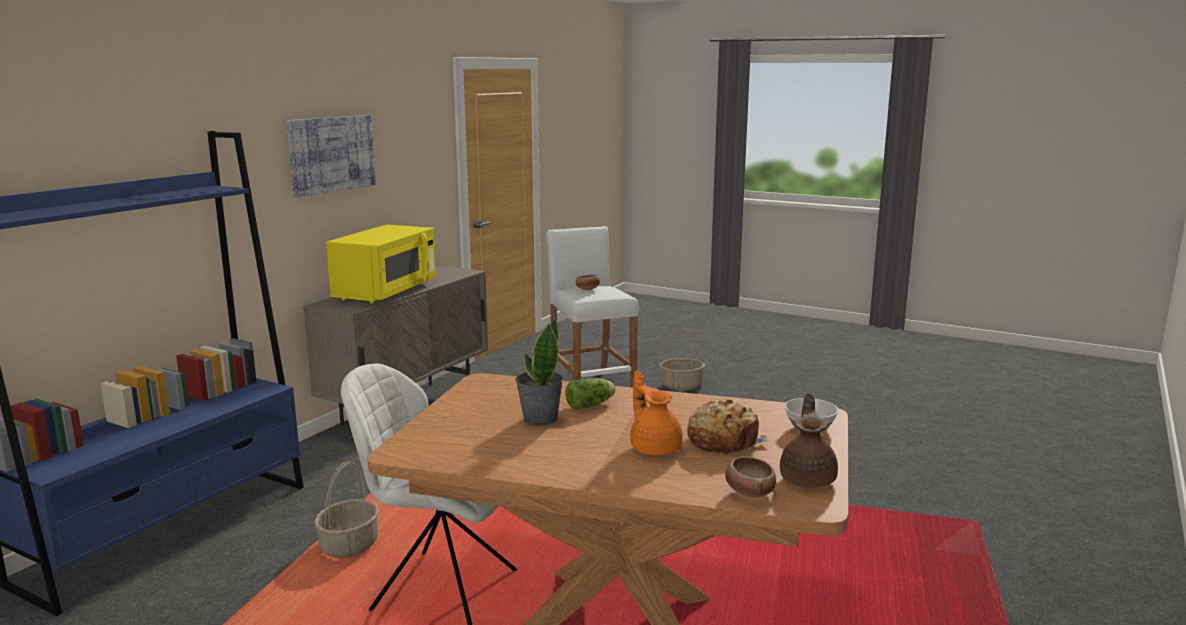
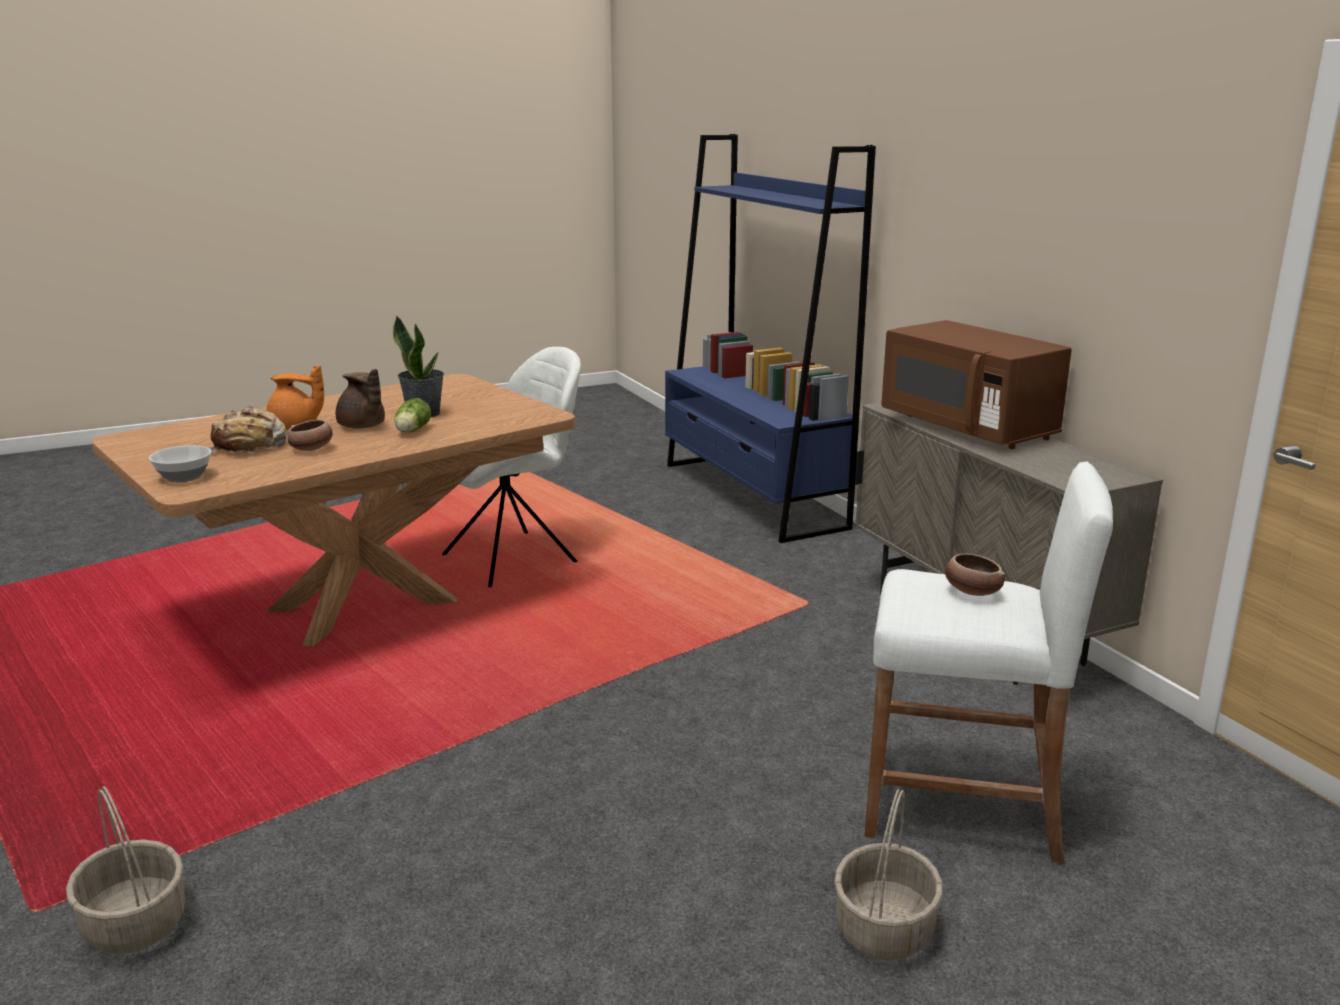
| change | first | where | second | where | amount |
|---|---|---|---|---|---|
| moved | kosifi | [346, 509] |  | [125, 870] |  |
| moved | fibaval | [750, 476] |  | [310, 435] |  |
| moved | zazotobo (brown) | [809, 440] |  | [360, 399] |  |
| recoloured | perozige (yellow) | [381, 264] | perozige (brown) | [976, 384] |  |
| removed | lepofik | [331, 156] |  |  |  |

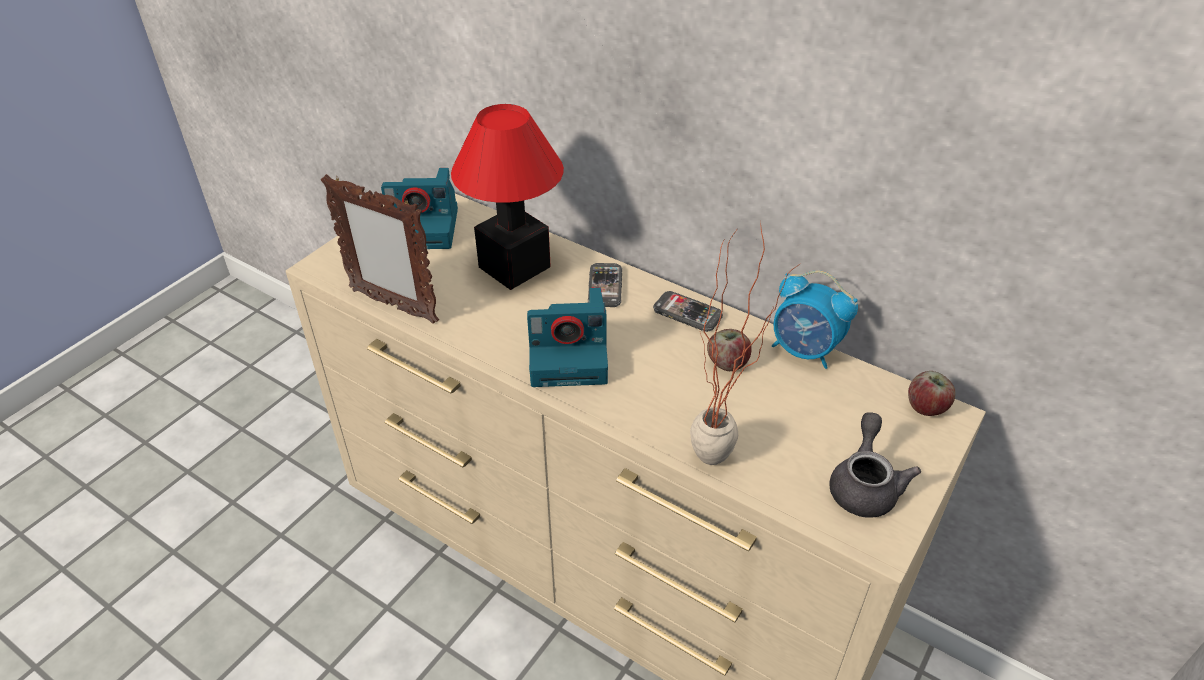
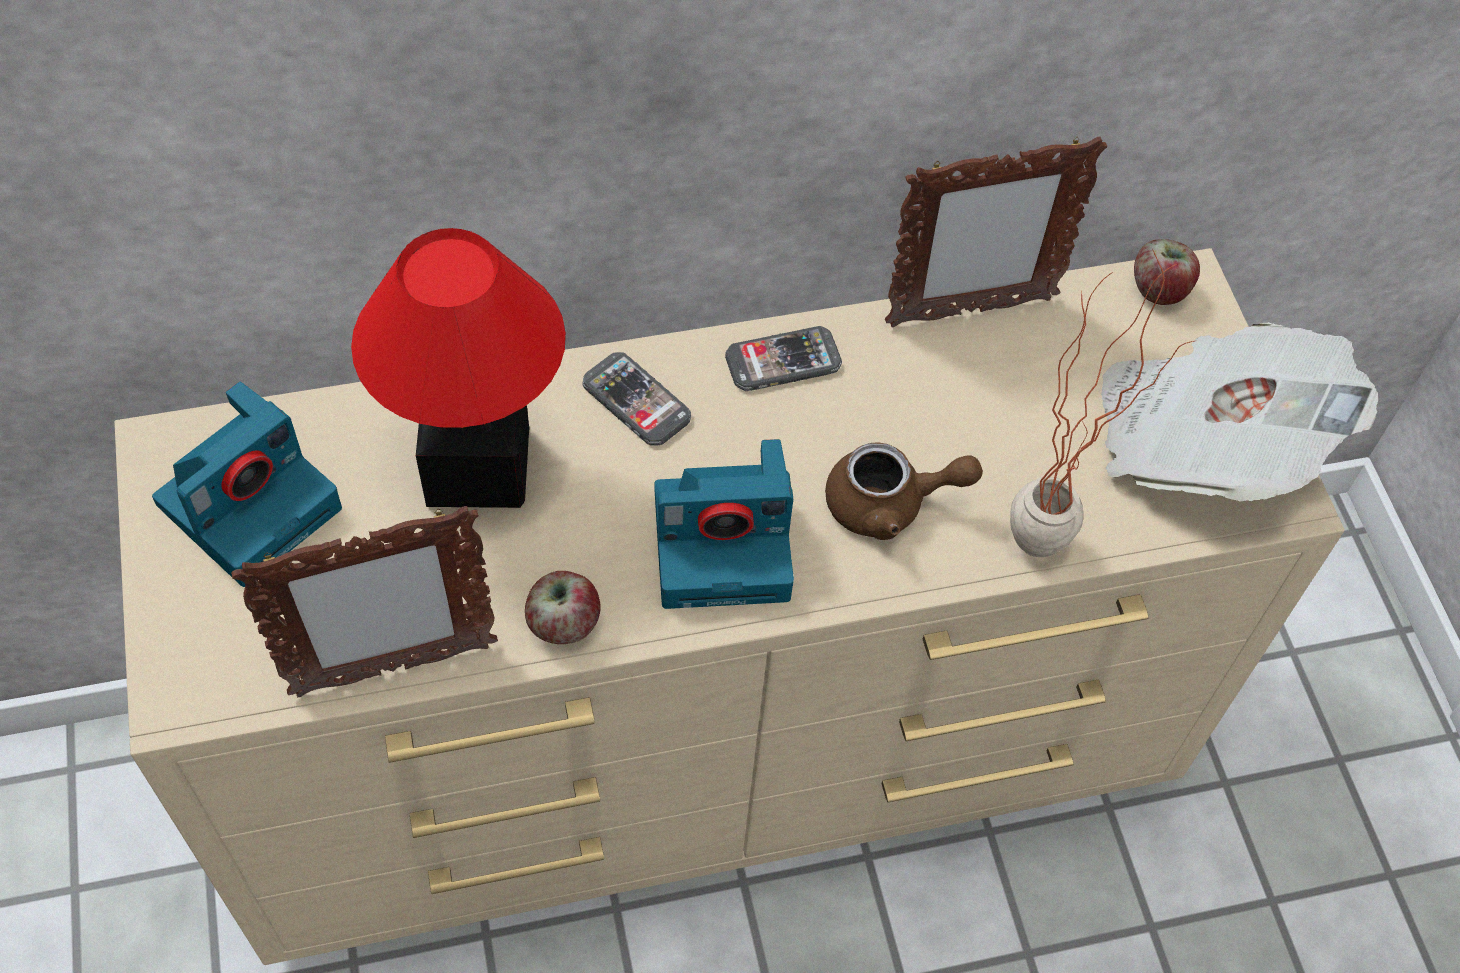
| change | first | where | second | where | amount |
|---|---|---|---|---|---|
| moved | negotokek | [729, 350] |  | [563, 607] |  |
| turned | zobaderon | [567, 337] |  | [724, 524] | 45 degrees clockwise |
| added |  |  | zazotobo (brown) | [904, 491] |  |
| replaced | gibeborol | [815, 319] | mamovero | [996, 232] |  |
| replaced | zazotobo (grey) | [875, 465] | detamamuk | [1239, 412] |  |

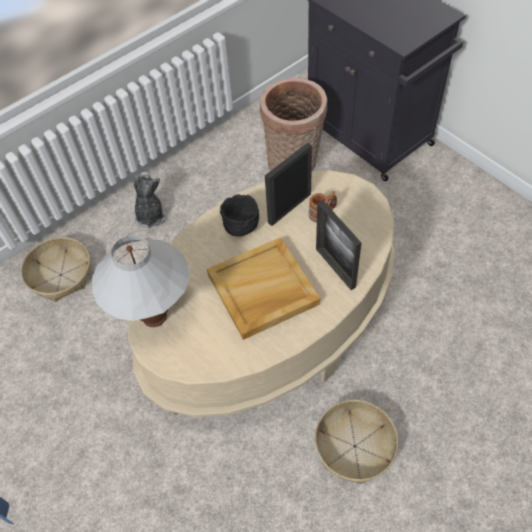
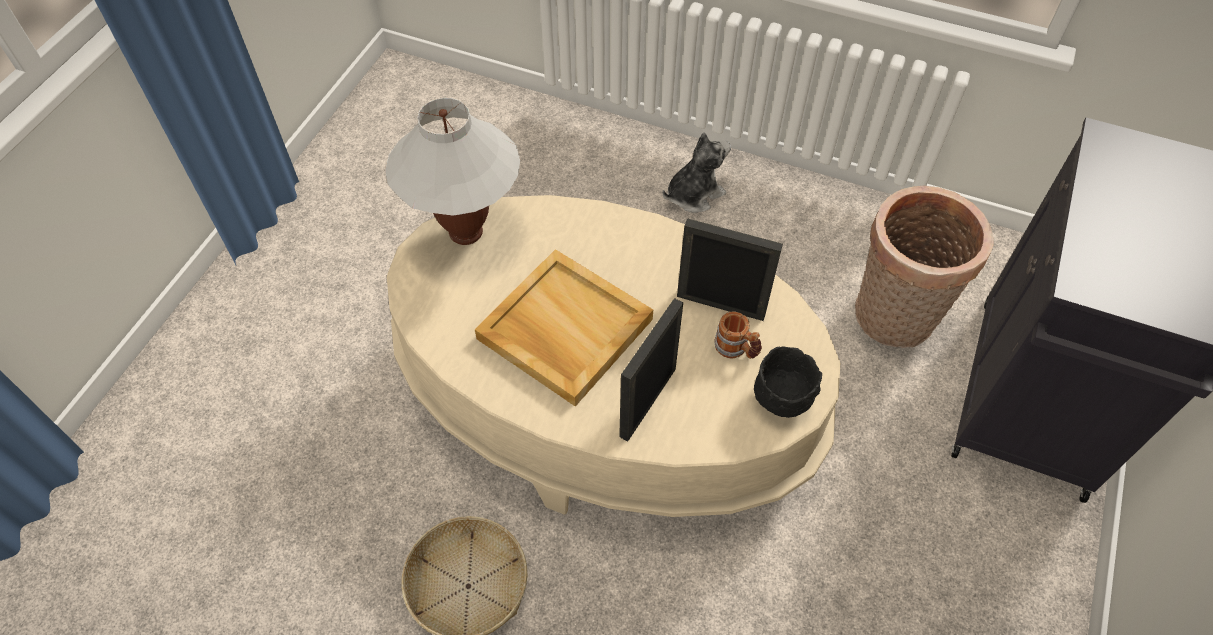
| change | first | where | second | where | amount |
|---|---|---|---|---|---|
| moved | fibaval (black) | [239, 215] |  | [788, 382] |  |
| removed | kosifi | [55, 269] |  |  |  |

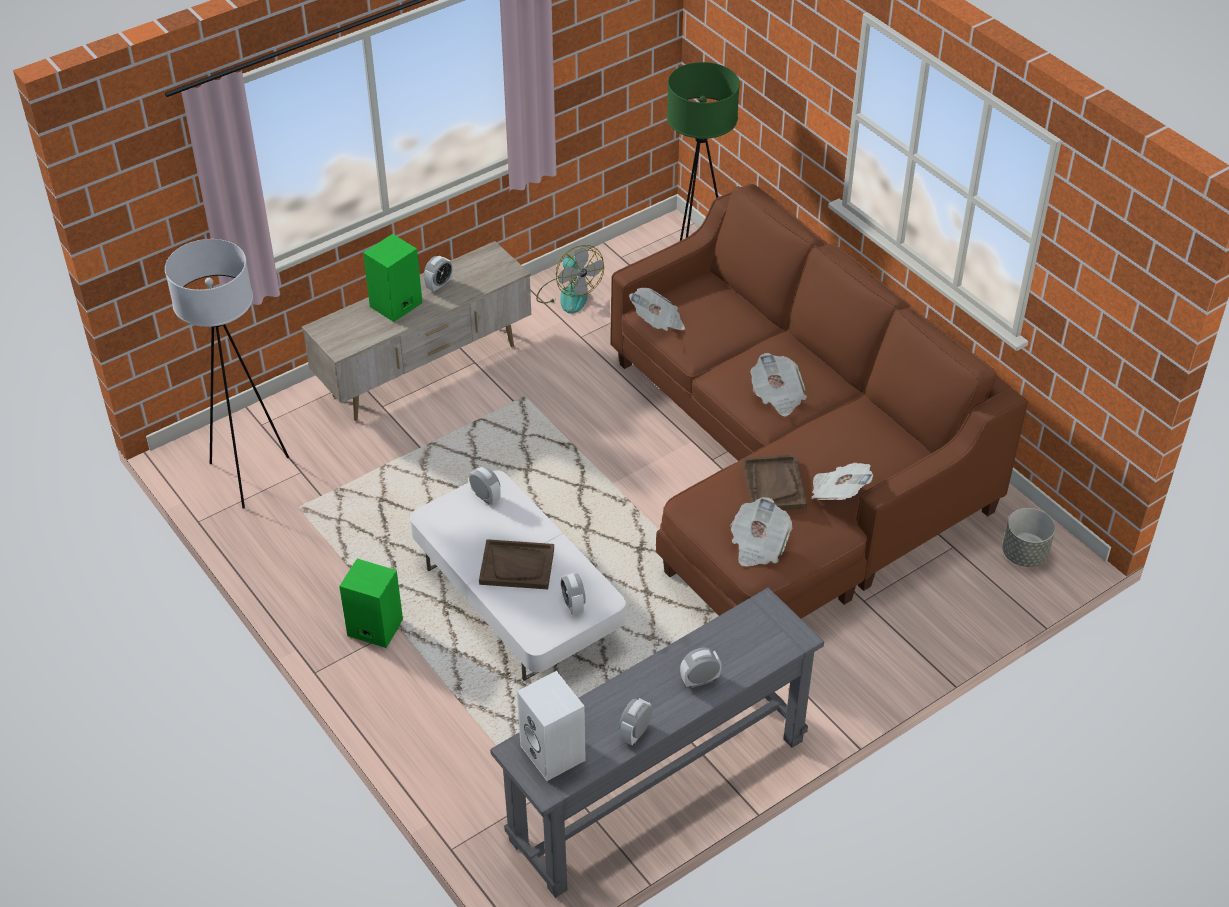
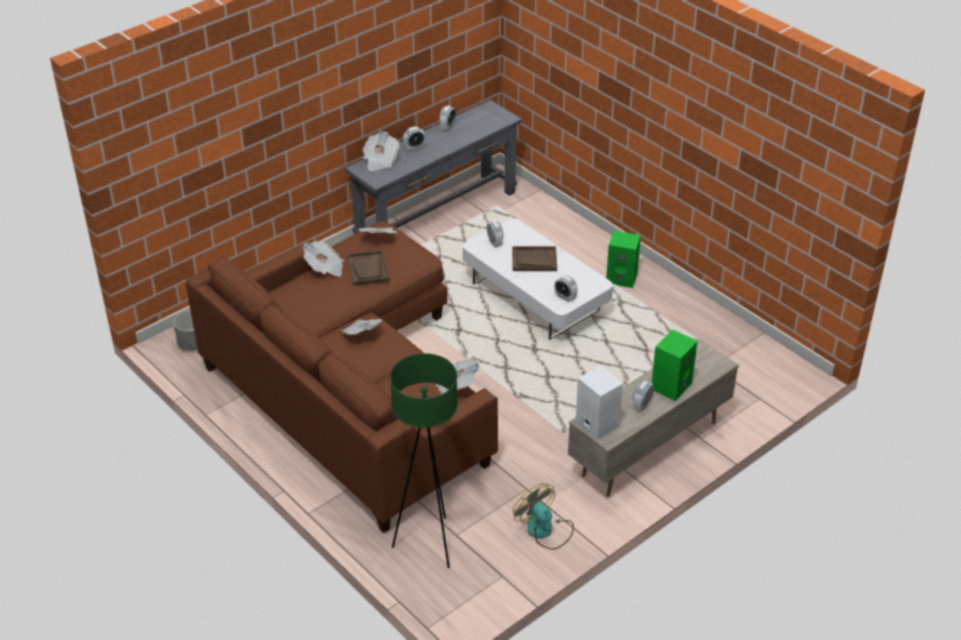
| change | first | where | second | where | amount |
|---|---|---|---|---|---|
| added |  |  | detamamuk | [381, 151] |  |
| moved | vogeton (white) | [551, 726] |  | [599, 402] |  |
| removed | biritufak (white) | [227, 374] |  |  |  |

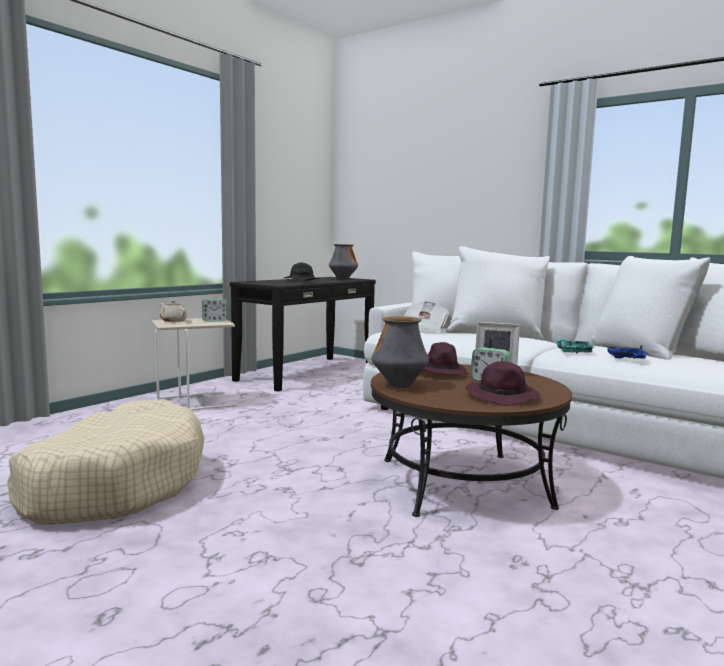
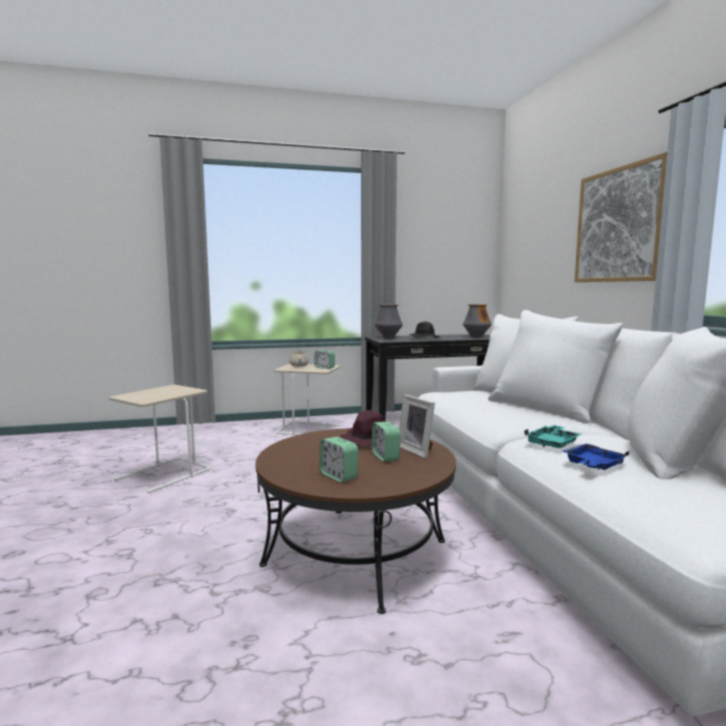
| change | first | where | second | where | amount |
|---|---|---|---|---|---|
| replaced | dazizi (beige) | [106, 462] | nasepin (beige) | [159, 439] |  |
| replaced | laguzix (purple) | [503, 384] | gibeborol | [338, 459] |  |
| moved | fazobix | [400, 352] |  | [389, 321] |  |
| added |  |  | lepofik | [621, 217] |  |
| removed | detamamuk | [426, 317] |  |  |  |

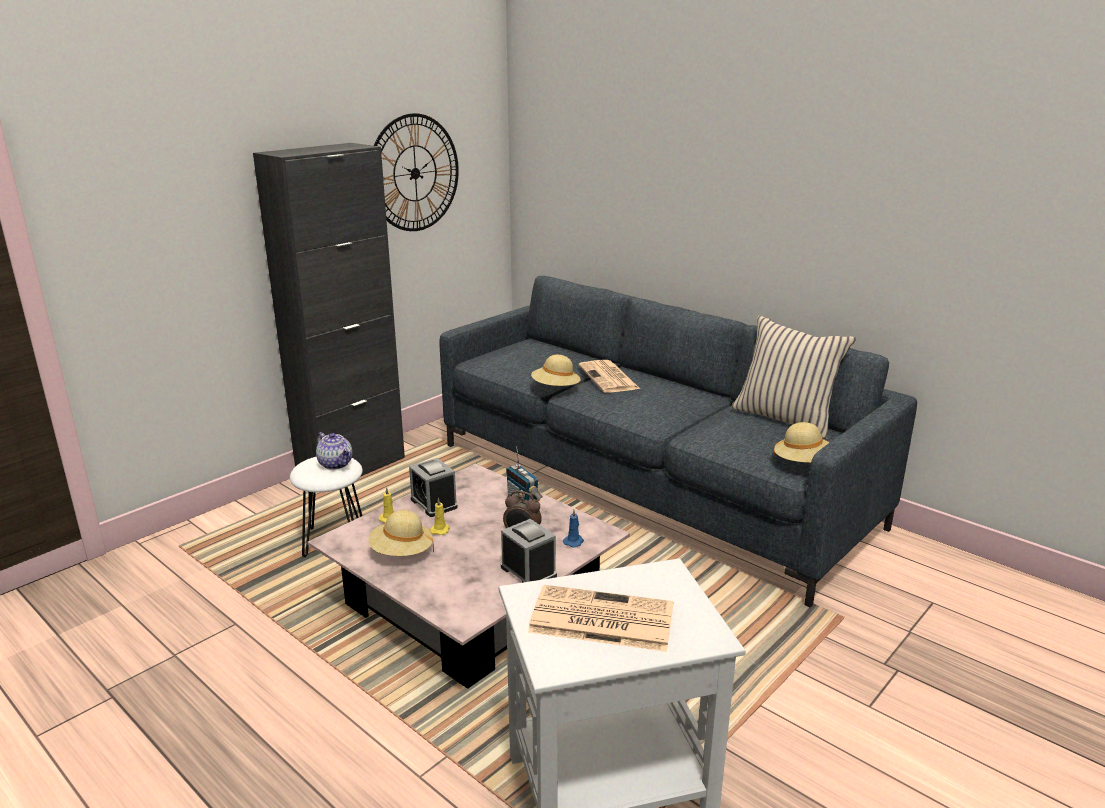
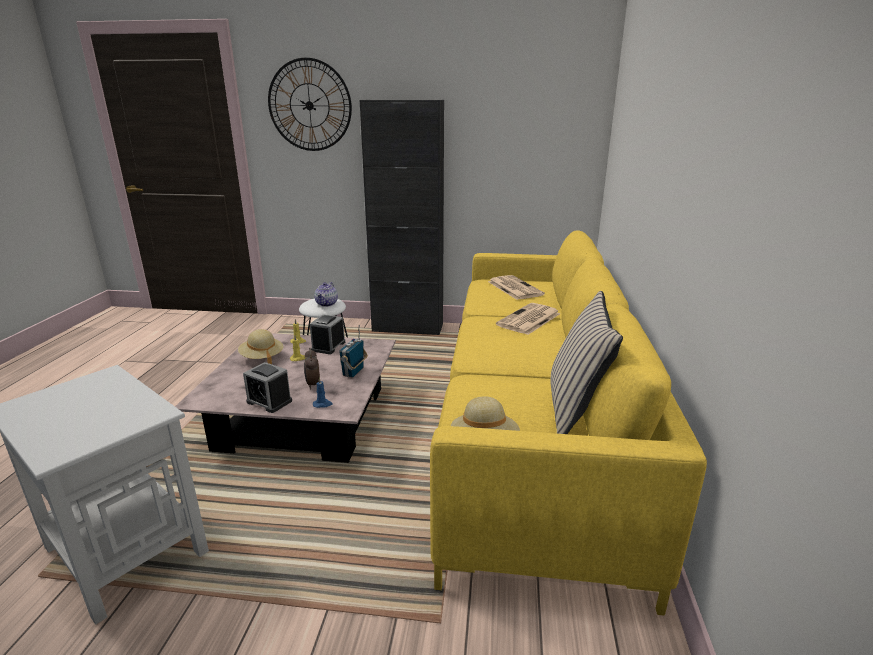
| change | first | where | second | where | amount |
|---|---|---|---|---|---|
| turned | gibeborol | [529, 551] |  | [267, 387] | 105 degrees clockwise |
| moved | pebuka | [416, 172] |  | [310, 104] |  |
| recoloured | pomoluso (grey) | [678, 441] | pomoluso (yellow) | [568, 423] |  |
| moved | detamamuk | [601, 618] |  | [516, 287] |  |
| removed | laguzix (beige) | [556, 370] |  |  |  |

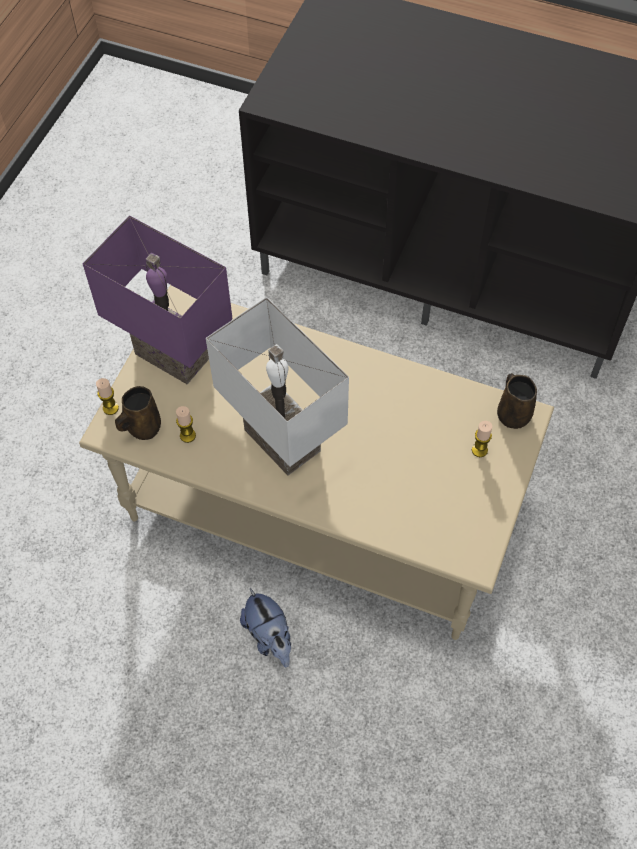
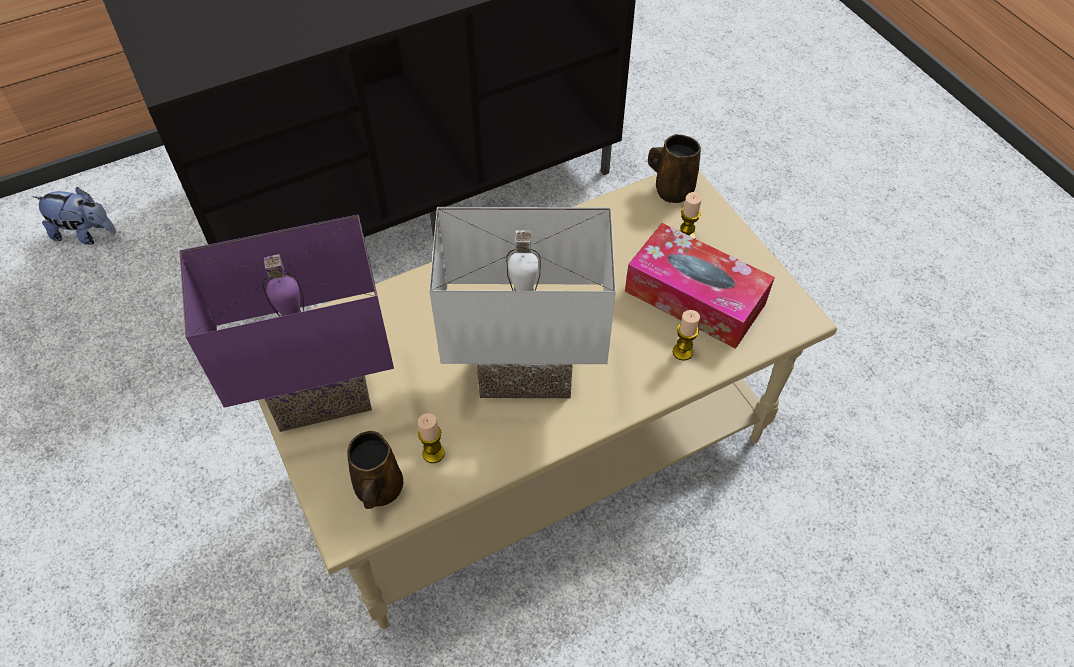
| change | first | where | second | where | amount |
|---|---|---|---|---|---|
| moved | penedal | [265, 627] |  | [74, 216] |  |
| added |  |  | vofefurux | [700, 286] |  |
| moved | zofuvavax | [107, 396] |  | [686, 335] |  |

